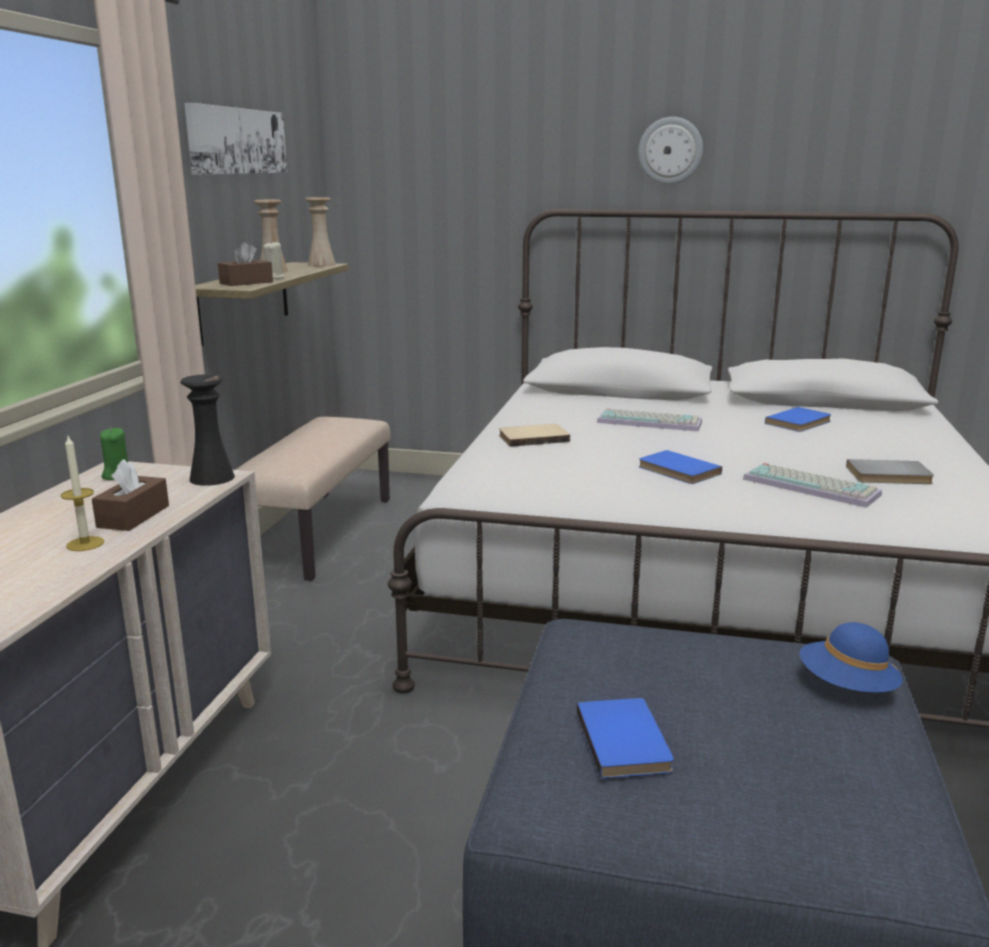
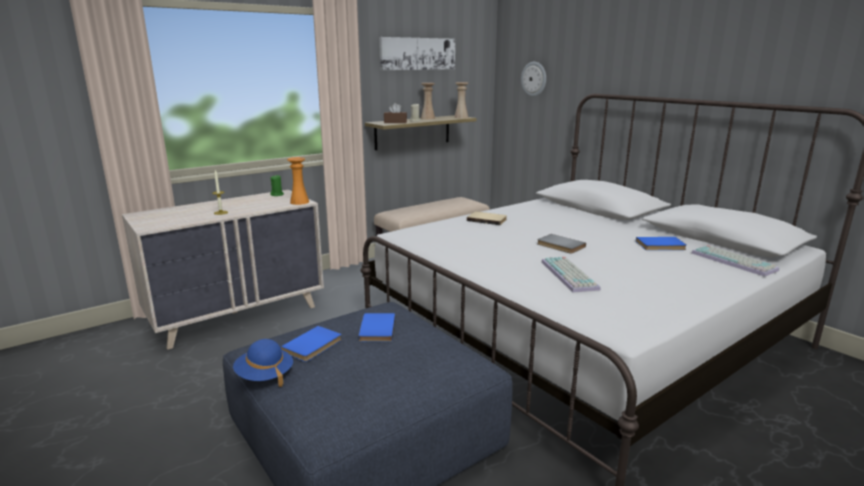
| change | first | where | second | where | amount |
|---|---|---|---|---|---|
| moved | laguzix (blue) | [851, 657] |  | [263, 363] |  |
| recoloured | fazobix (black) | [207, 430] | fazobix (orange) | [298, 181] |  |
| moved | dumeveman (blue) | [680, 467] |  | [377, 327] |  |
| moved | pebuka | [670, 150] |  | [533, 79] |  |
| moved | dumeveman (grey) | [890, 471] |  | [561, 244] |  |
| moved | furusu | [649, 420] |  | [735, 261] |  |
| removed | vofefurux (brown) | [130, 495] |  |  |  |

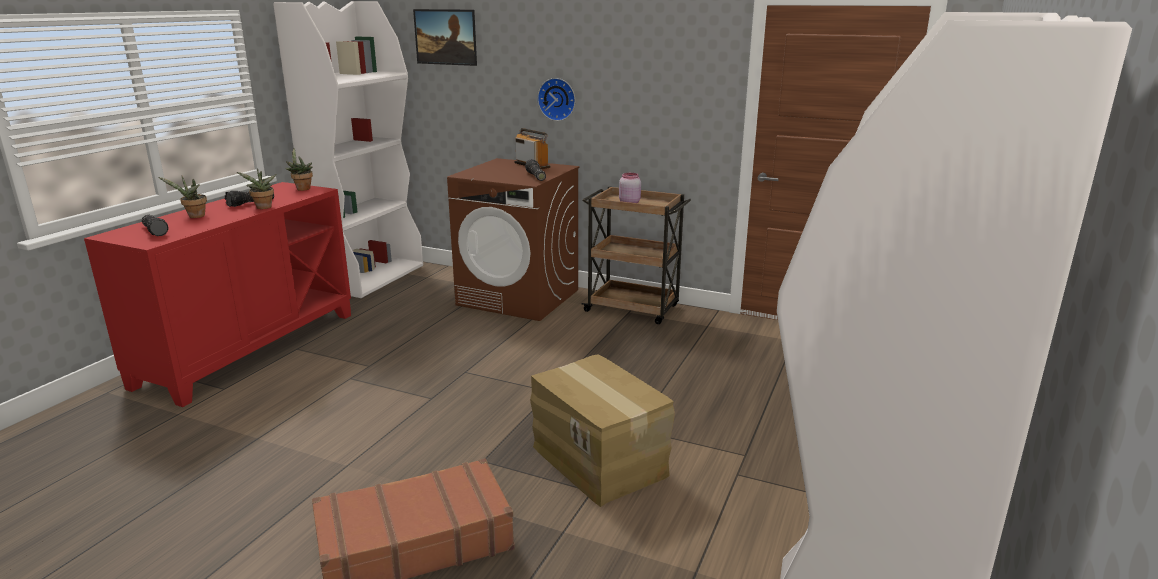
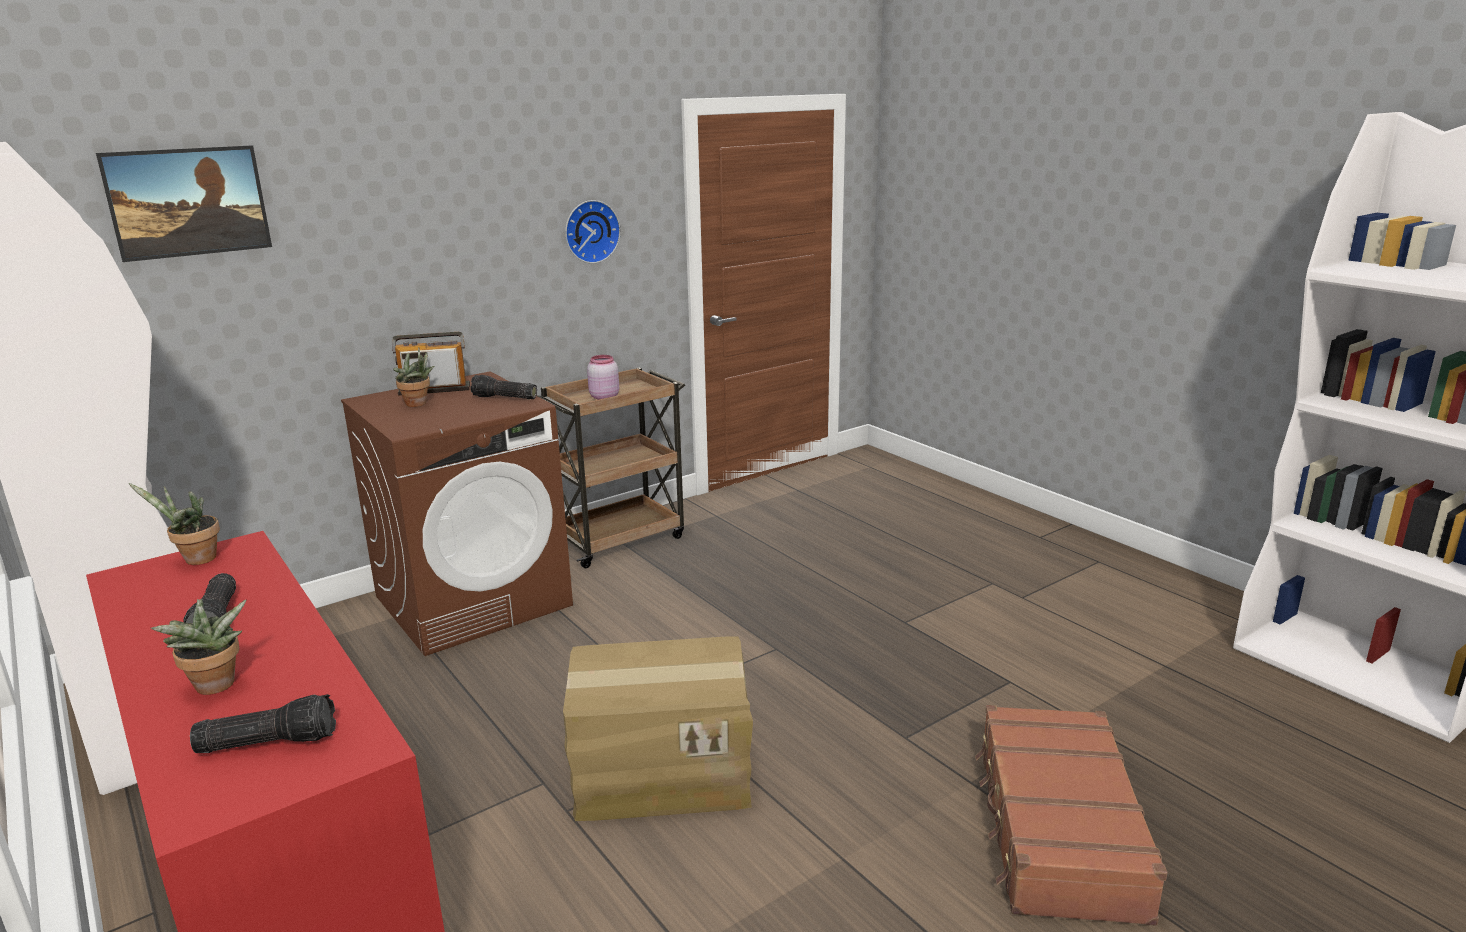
| change | first | where | second | where | amount |
|---|---|---|---|---|---|
| moved | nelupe | [257, 188] |  | [413, 377] |  |
| moved | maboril | [602, 430] |  | [658, 728] |  |
| moved | pebuka | [556, 99] |  | [593, 232] |  |

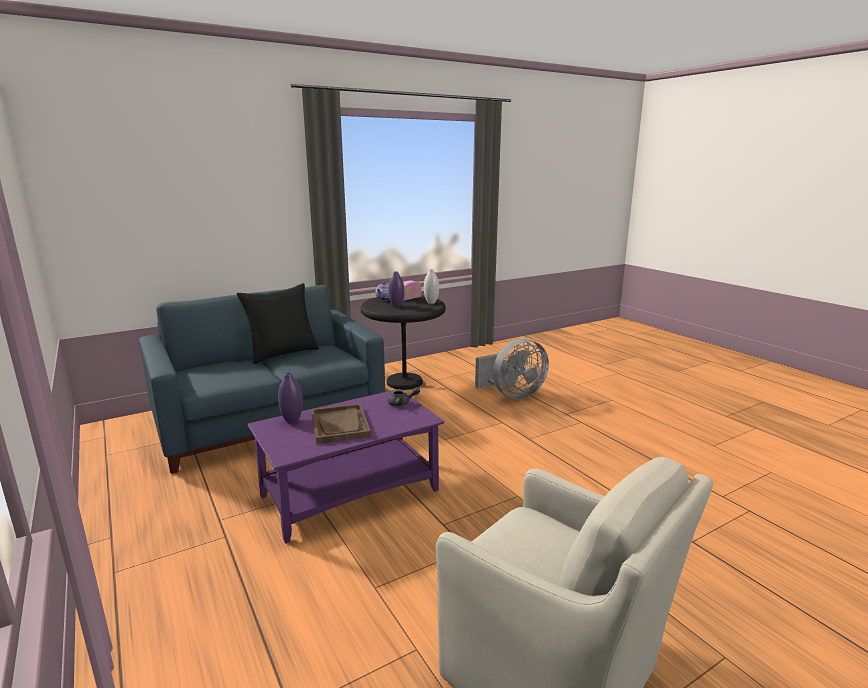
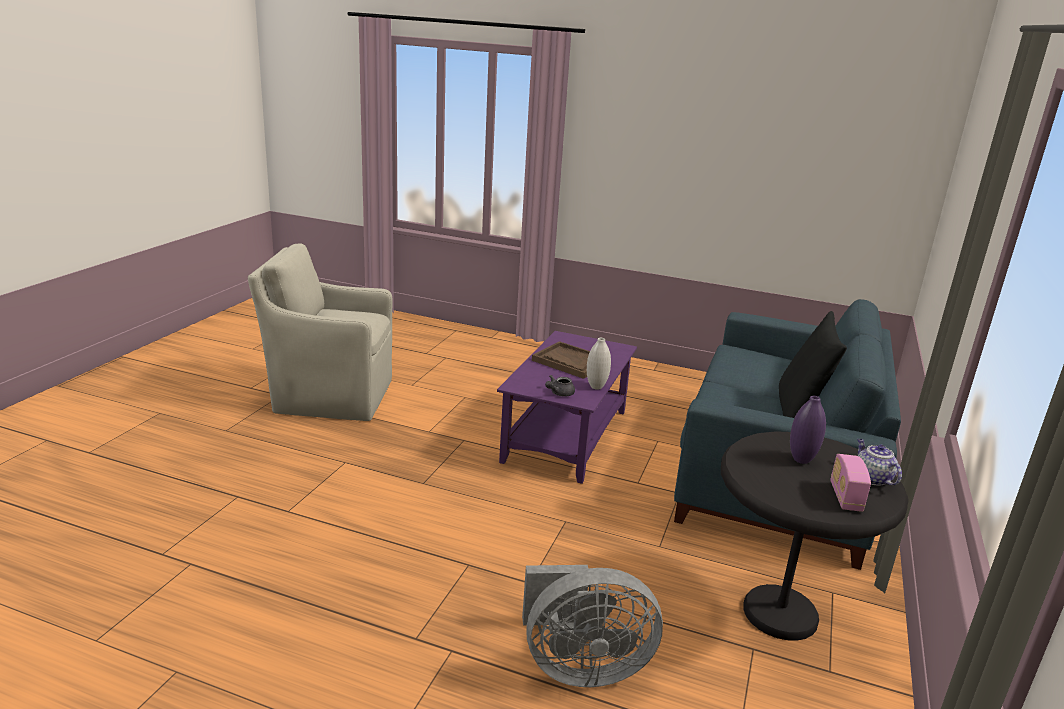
| change | first | where | second | where | amount |
|---|---|---|---|---|---|
| turned | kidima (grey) | [512, 368] |  | [592, 626] | 120 degrees counterclockwise |
| moved | fazobix (white) | [431, 286] |  | [599, 364] |  |
| removed | fazobix (purple) | [290, 398] |  |  |  |

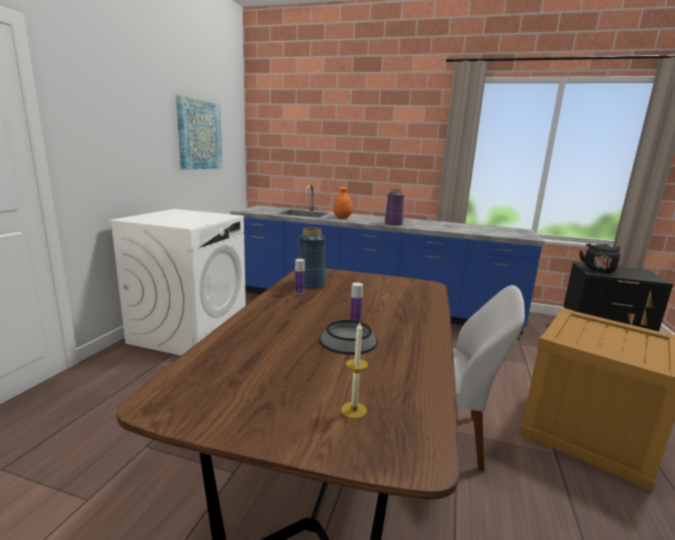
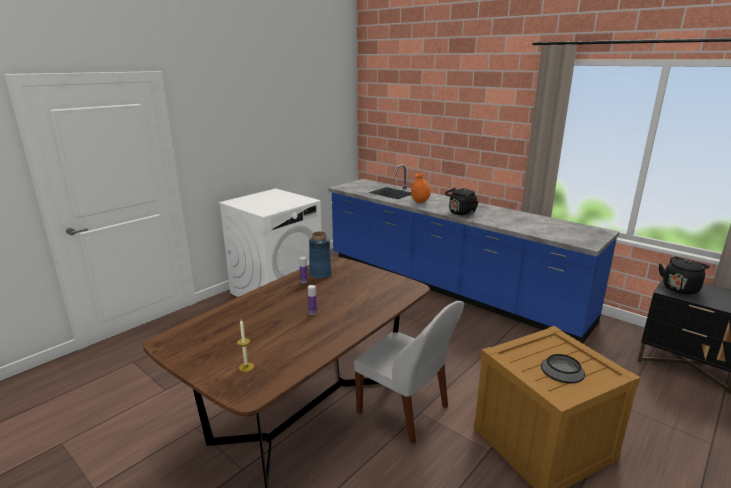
| change | first | where | second | where | amount |
|---|---|---|---|---|---|
| replaced | fazobix (purple) | [394, 207] | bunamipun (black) | [462, 201] |  |
| moved | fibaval | [348, 337] |  | [563, 368] |  |
| removed | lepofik | [199, 132] |  |  |  |

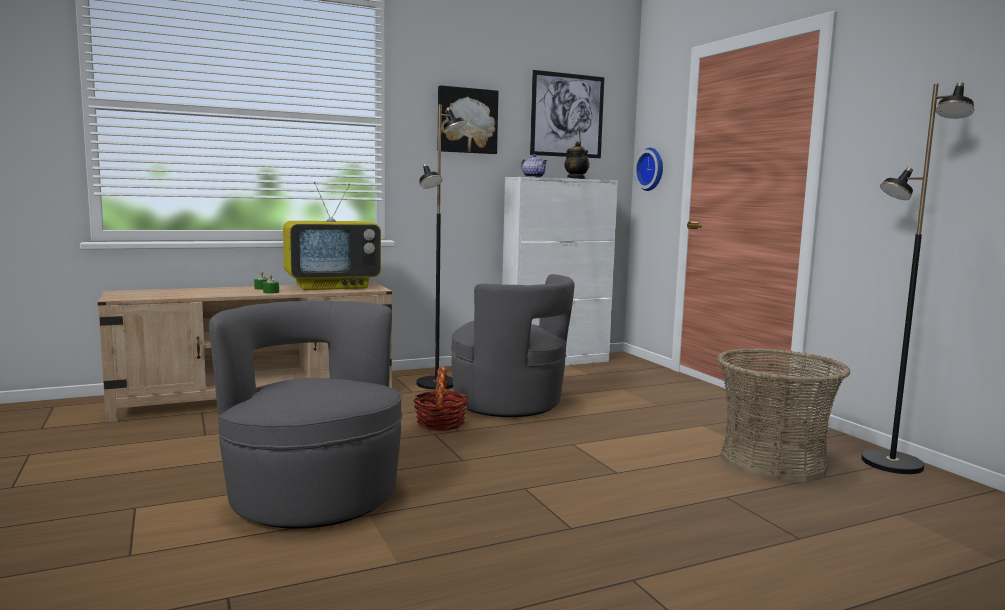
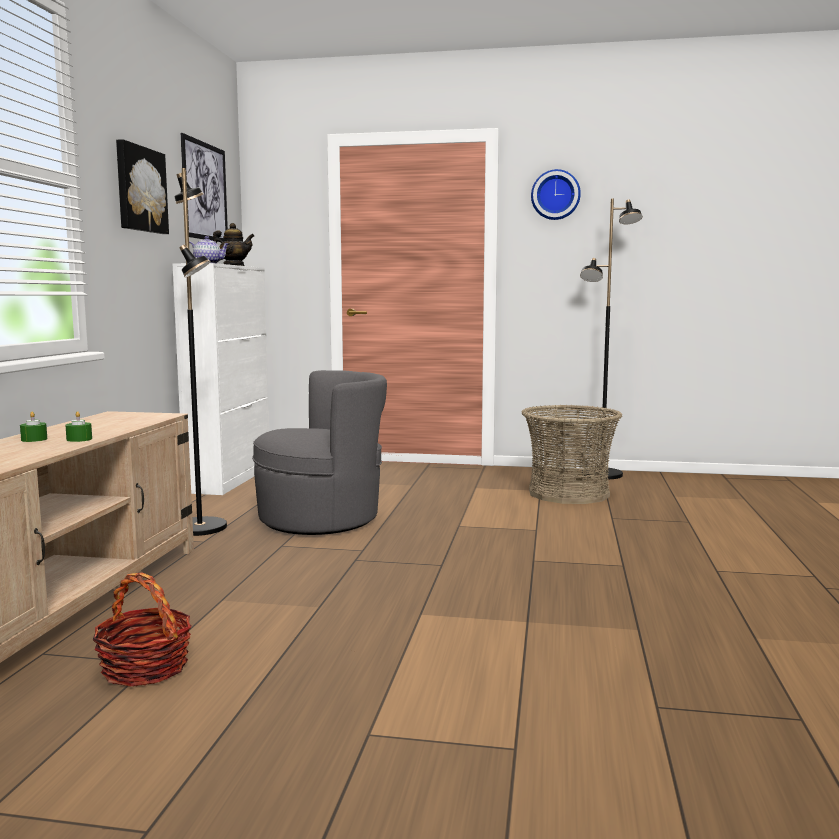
| change | first | where | second | where | amount |
|---|---|---|---|---|---|
| moved | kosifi | [440, 399] |  | [142, 629] |  |
| moved | pebuka | [648, 169] |  | [556, 194] |  |
| removed | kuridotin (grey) | [306, 415] |  |  |  |
| removed | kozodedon | [332, 236] |  |  |  |

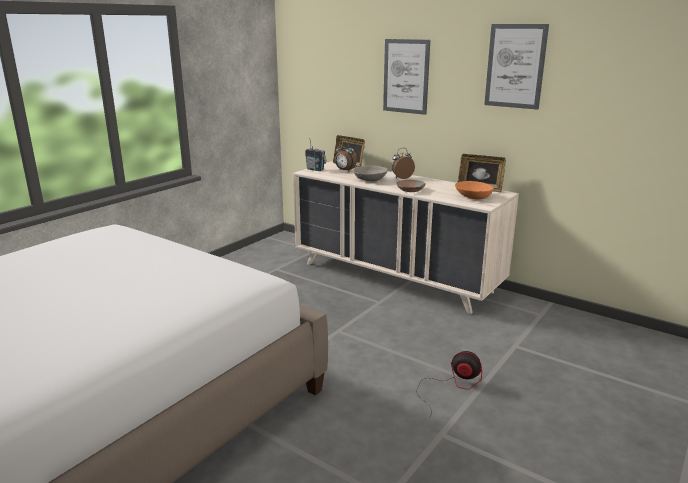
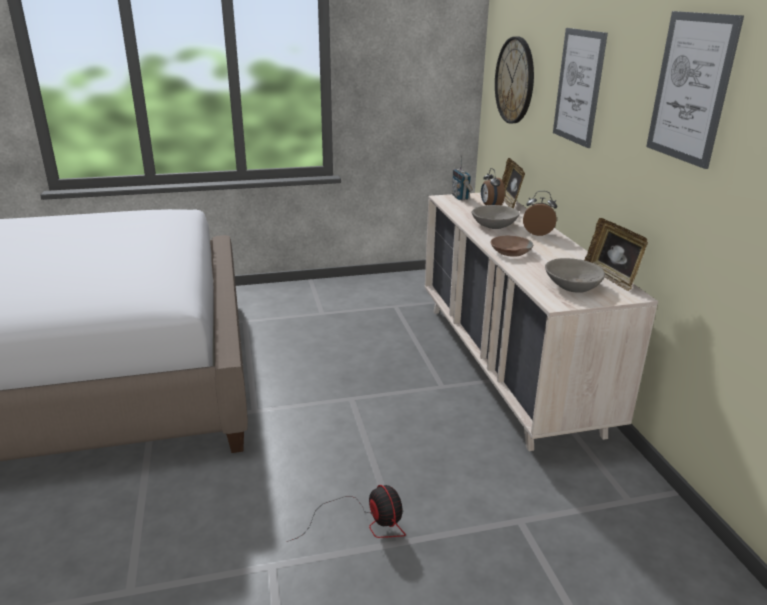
| change | first | where | second | where | amount |
|---|---|---|---|---|---|
| added |  |  | pebuka | [514, 80] |  |
| recoloured | fibaval (orange) | [474, 190] | fibaval (grey) | [575, 275] |  |

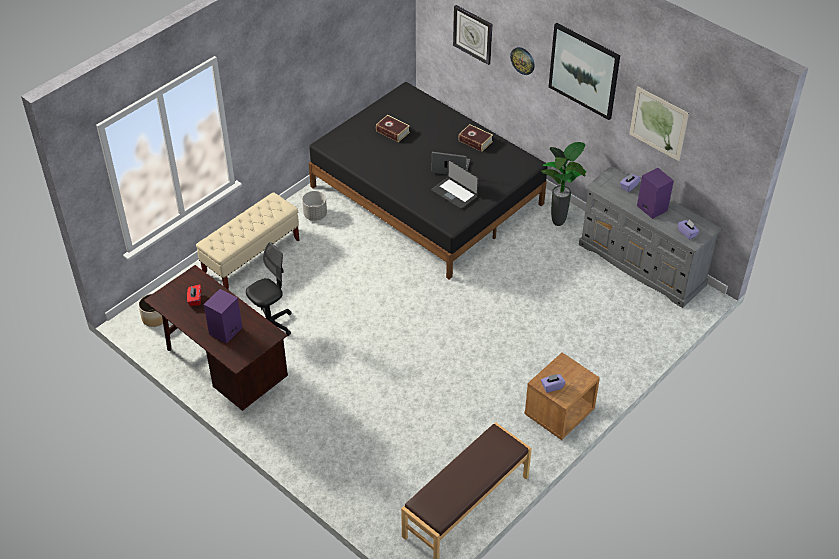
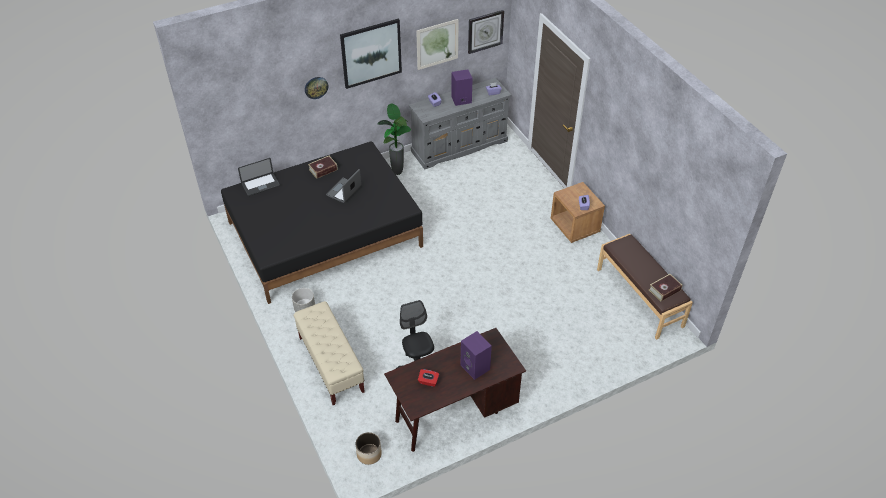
| change | first | where | second | where | amount |
|---|---|---|---|---|---|
| moved | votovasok | [455, 184] |  | [259, 177] |  |
| moved | pebuka | [472, 35] |  | [486, 32] |  |
| moved | dumeveman | [393, 128] |  | [665, 287] |  |

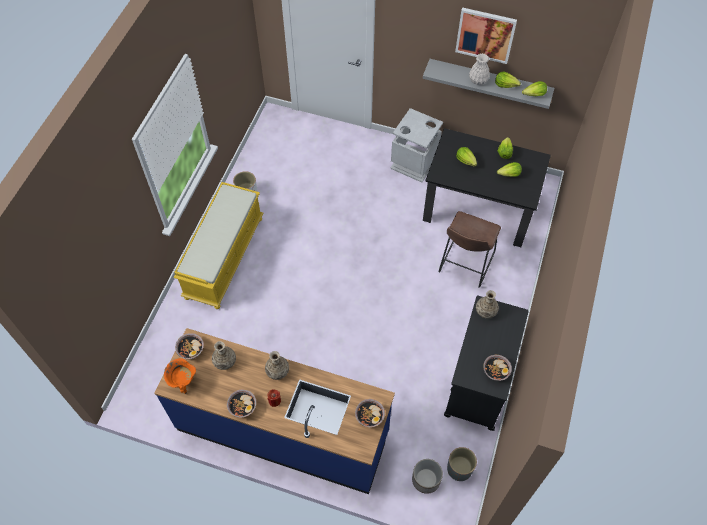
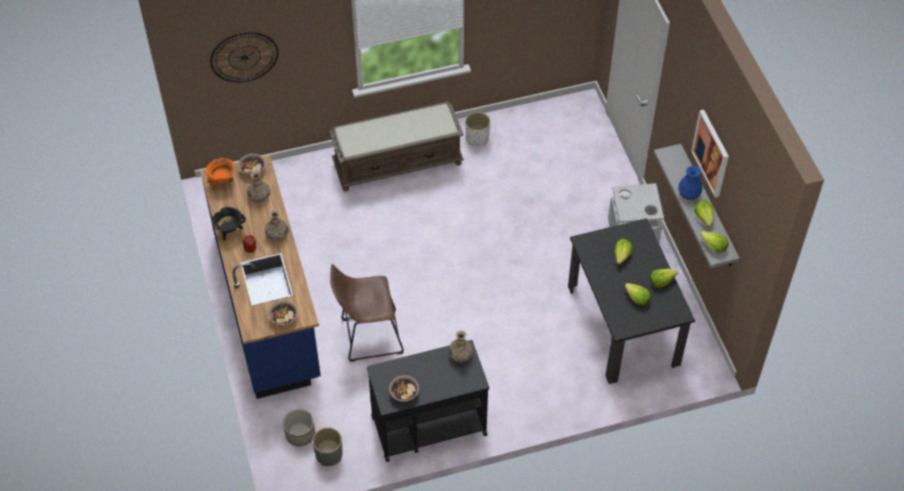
| change | first | where | second | where | amount |
|---|---|---|---|---|---|
| added |  |  | pebuka | [244, 57] |  |
| replaced | fibaval | [241, 403] | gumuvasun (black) | [228, 223] |  |
| recoloured | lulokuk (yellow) | [218, 245] | lulokuk (brown) | [396, 146] |  |
| moved | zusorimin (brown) | [469, 249] |  | [367, 313] |  |
| recoloured | fazobix (white) | [479, 69] | fazobix (blue) | [690, 183] |  |

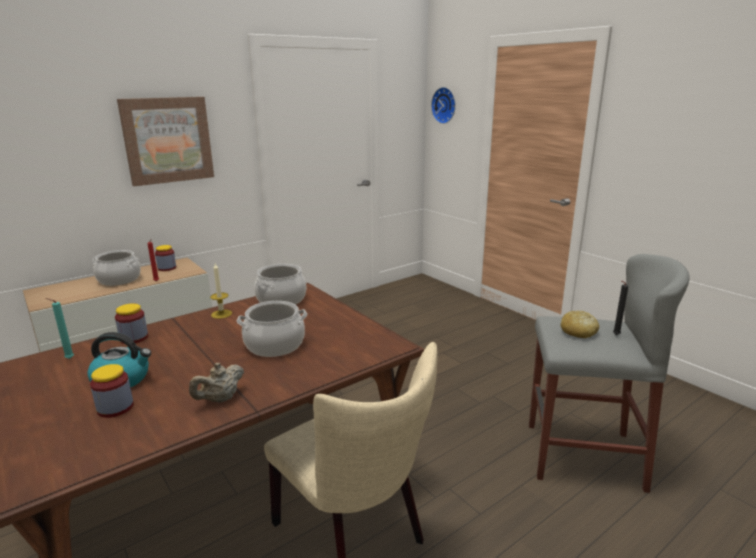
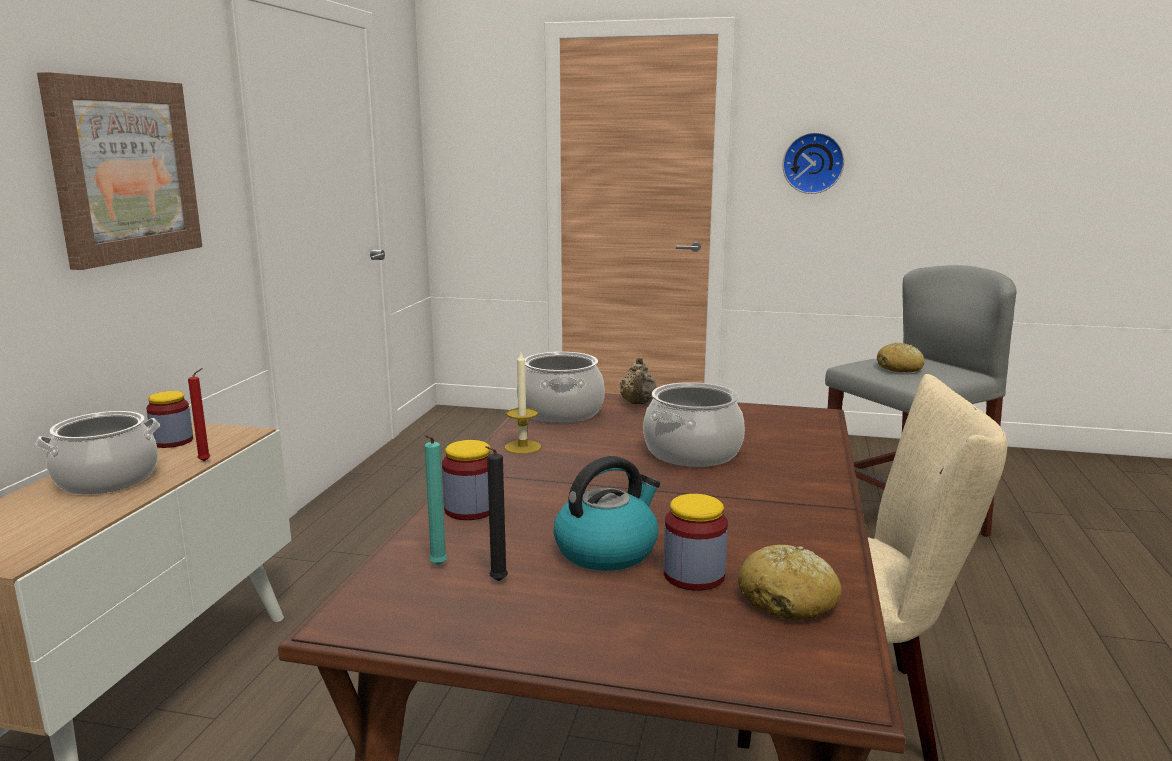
| change | first | where | second | where | amount |
|---|---|---|---|---|---|
| moved | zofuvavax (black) | [620, 308] |  | [497, 513] |  |
| moved | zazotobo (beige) | [216, 383] |  | [638, 380] |  |
| added |  |  | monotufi | [789, 582] |  |
| moved | pebuka | [443, 105] |  | [813, 163] |  |

